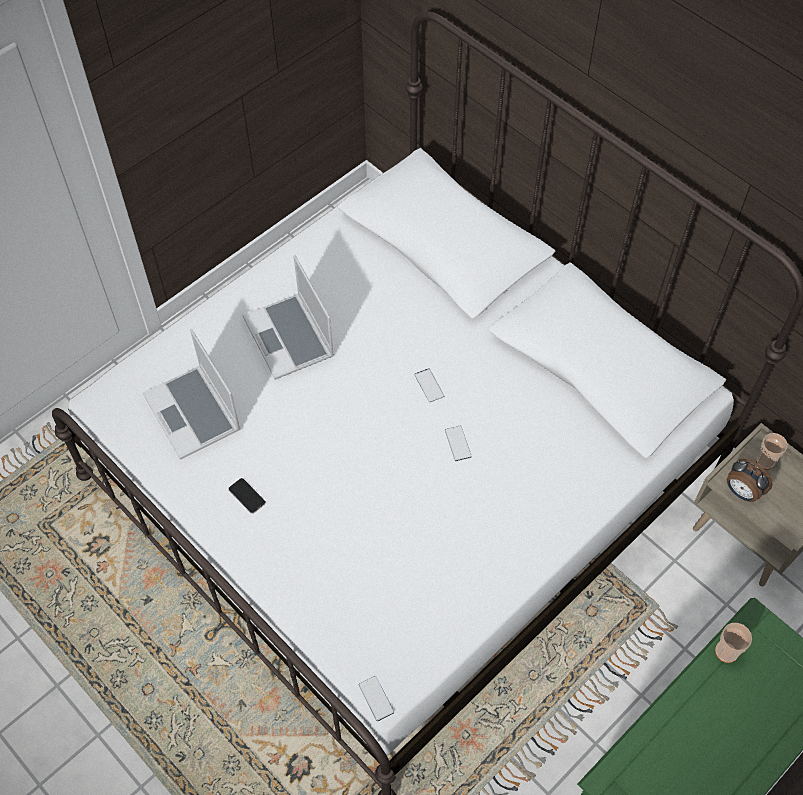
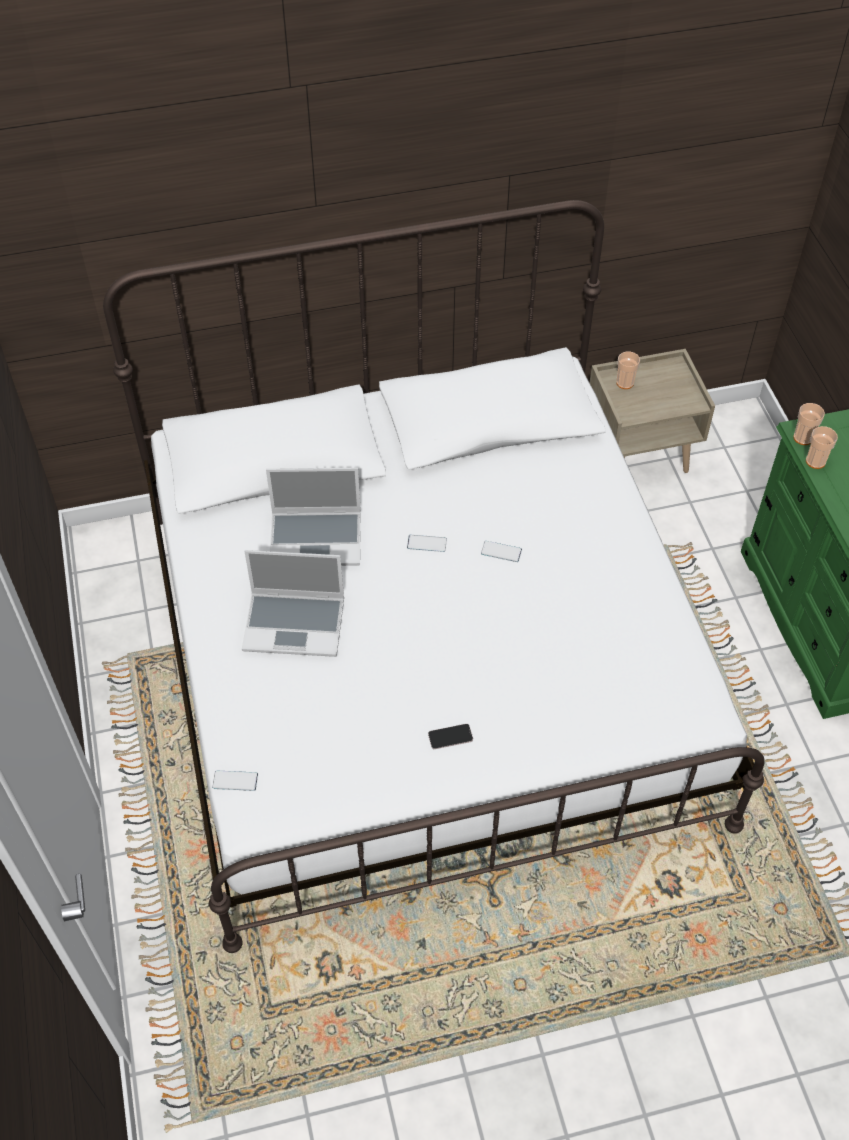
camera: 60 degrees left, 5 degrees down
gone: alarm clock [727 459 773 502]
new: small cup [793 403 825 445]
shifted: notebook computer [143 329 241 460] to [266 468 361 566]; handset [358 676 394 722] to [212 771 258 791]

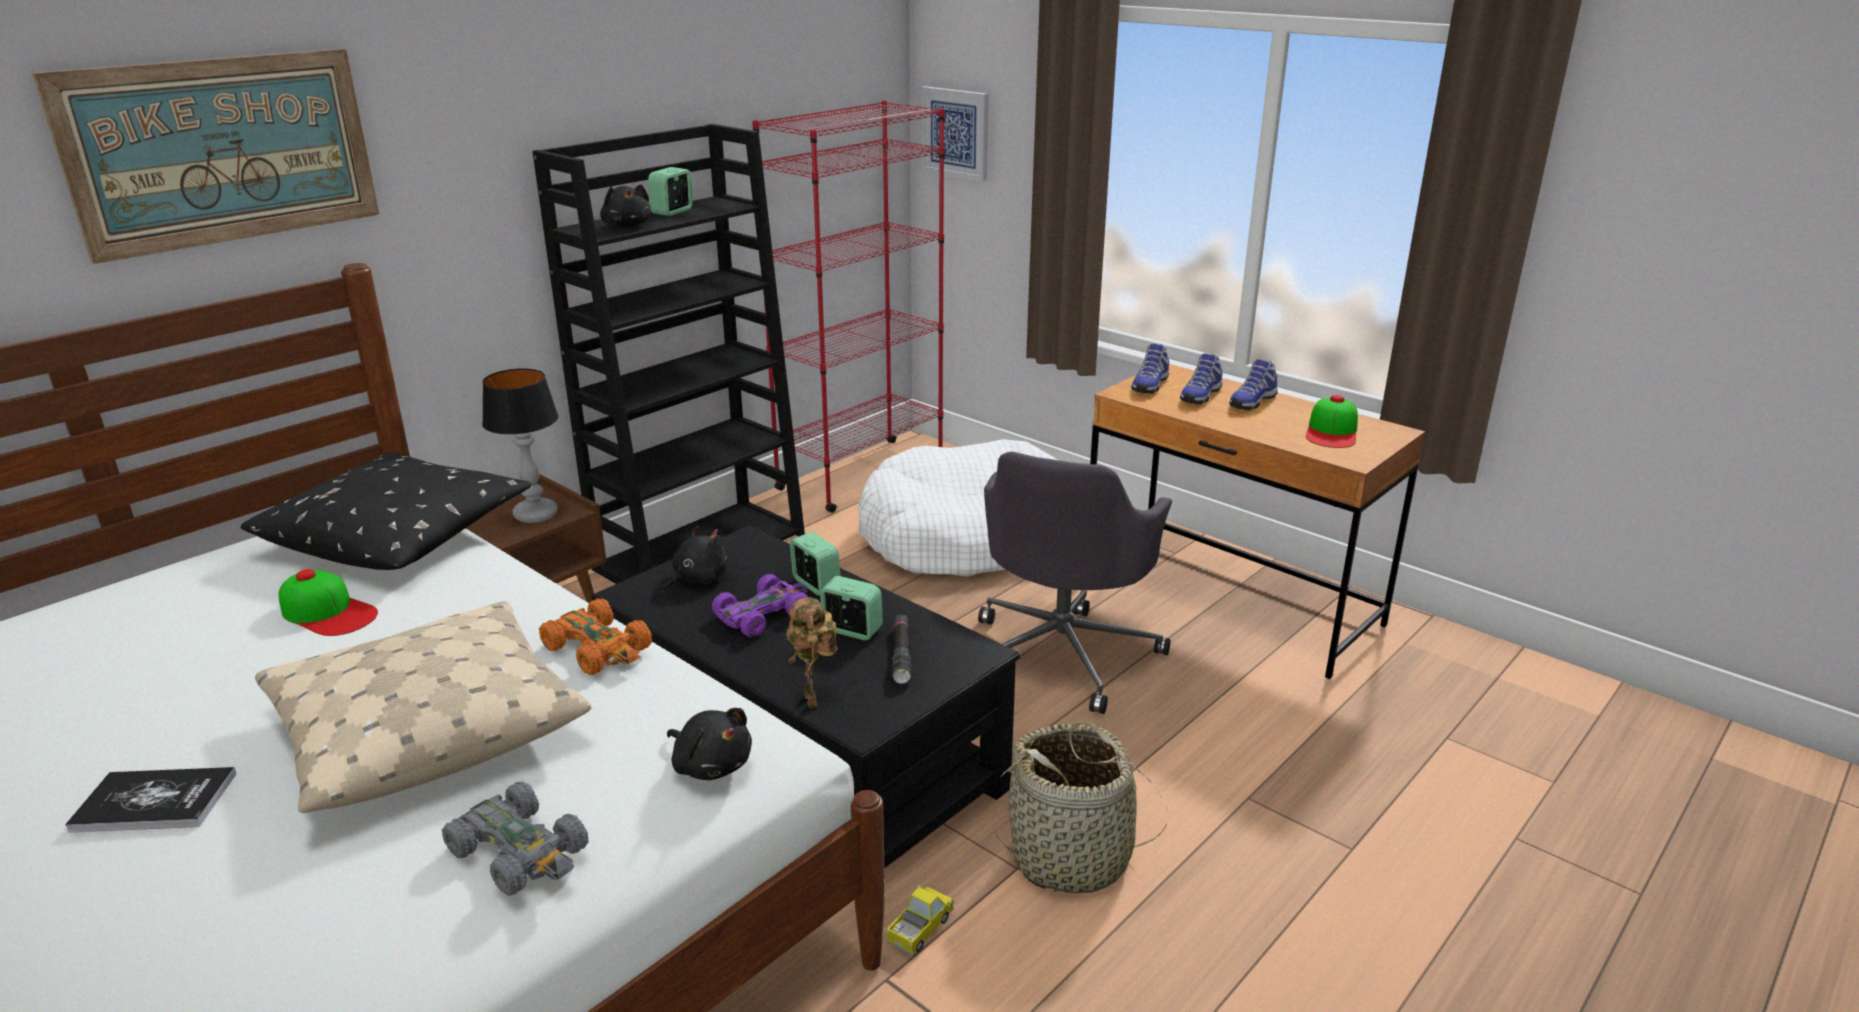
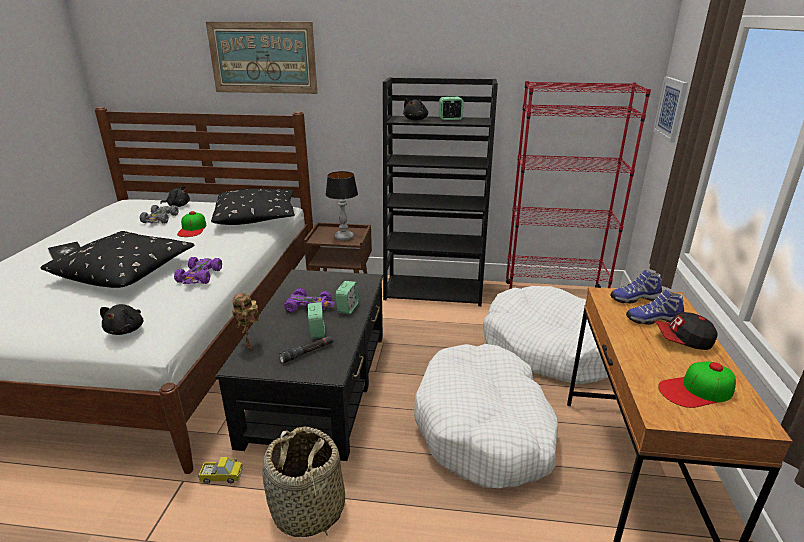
camera: 55 degrees right, 0 degrees up
shifted: gray toy car [442 782 589 896] to [140 205 178 223]; black-coloured cuddly toy [662 526 727 593] to [160 186 190 207]
swapped: gray desk chair [978 452 1172 714] to white pet bed [414 344 558 488]; low shoe [1229 359 1278 411] to peaked cap [654 312 717 350]
repainted: beige pillow [255 601 591 813] to black-coloured pillow [40 231 194 288]; orangey toy car [539 598 652 675] to purplish toy car [174 257 222 284]
rotated: model robot [786 597 838 708] = [232 293 260 350] 60 degrees counterclockwise

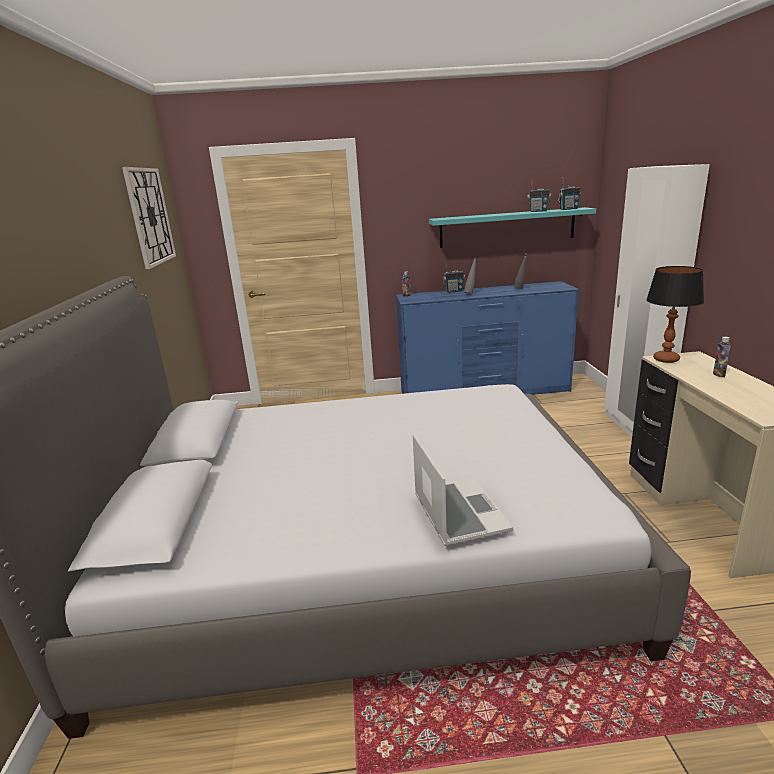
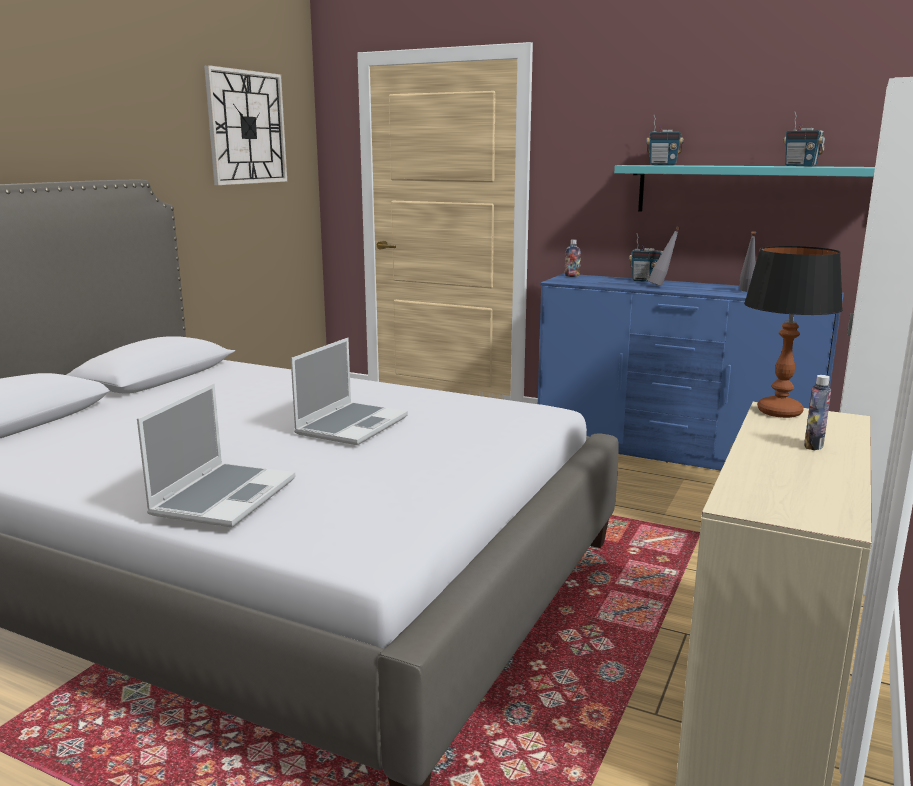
camera: 30 degrees right, 5 degrees down
new: notebook computer [291 338 408 445]
shifted: radio set [557 177 581 210] to [646 114 684 165]

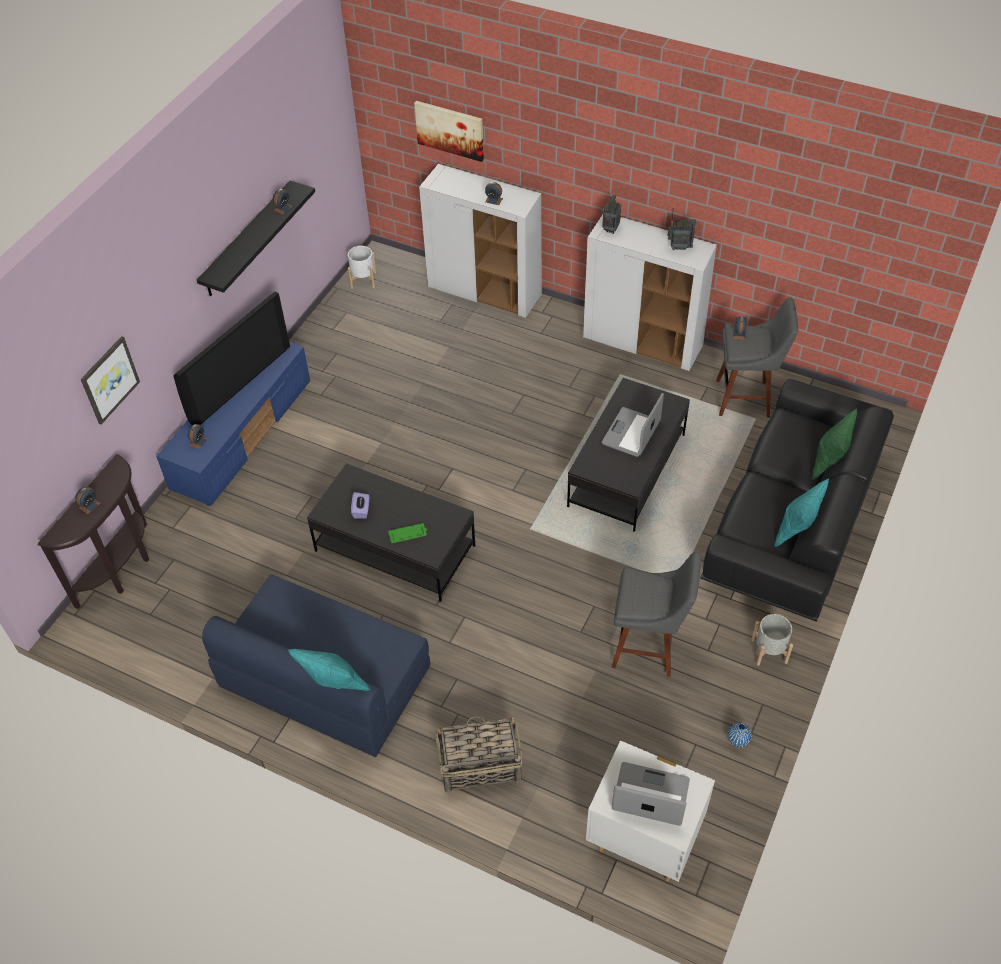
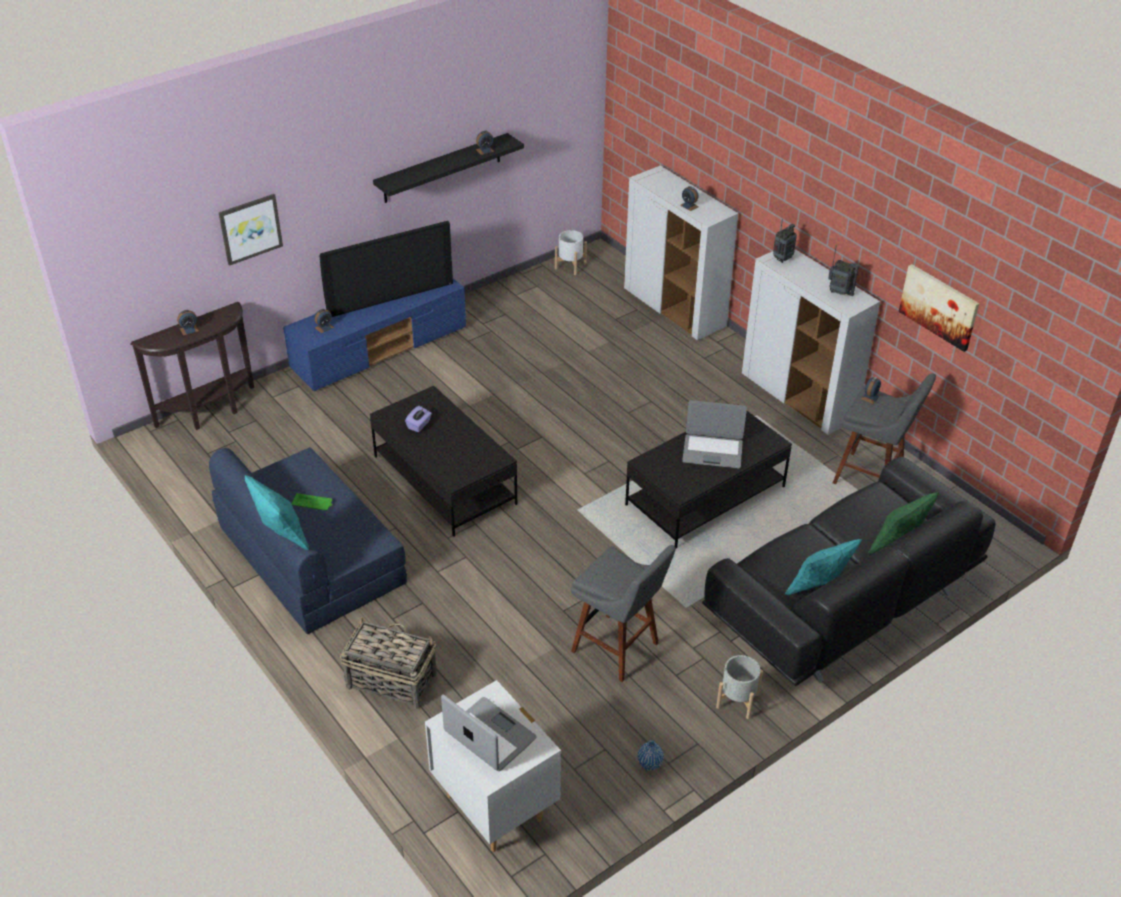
camera: 25 degrees right, 10 degrees down
shifted: greenish tray [388 523 427 543] to [292 493 332 510]; wall picture [414 101 484 162] to [899 264 979 352]
rotated: notebook computer [602 393 664 457] = [682 400 747 468] 135 degrees counterclockwise

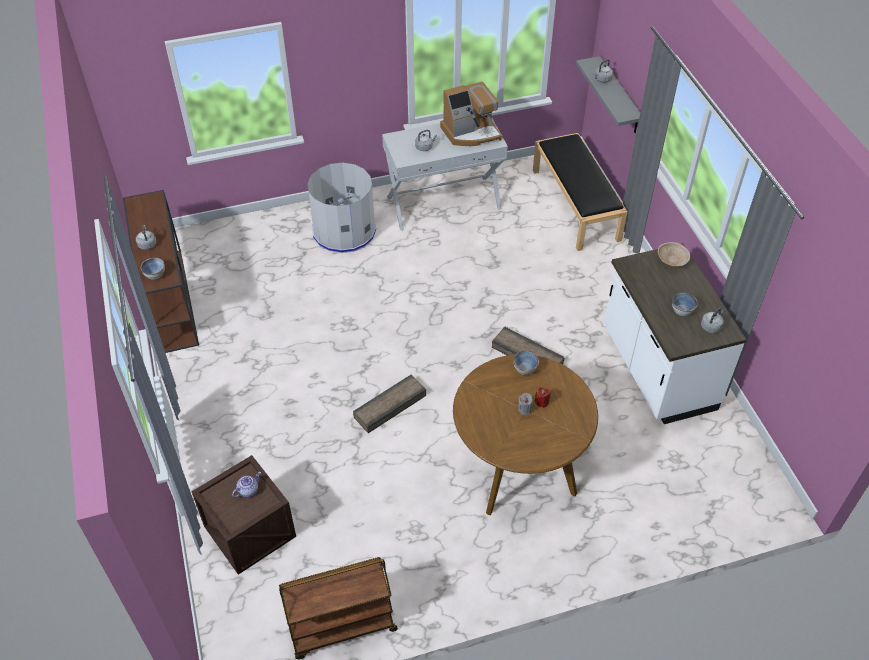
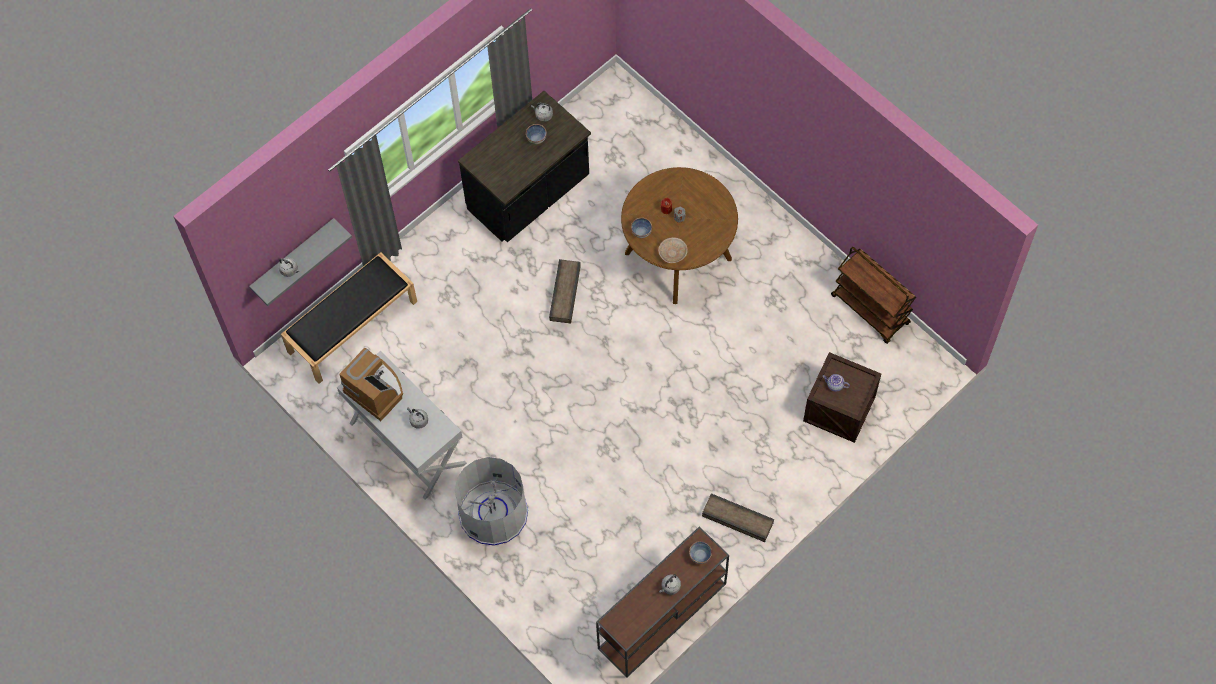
camera: 115 degrees left, 15 degrees up
shifted: crate [353 374 426 433] to [702 493 774 542]; beige bowl [658 242 690 266] to [658 237 688 263]
repainted: white counter [604 243 747 424] to black-coloured counter [458 91 591 242]

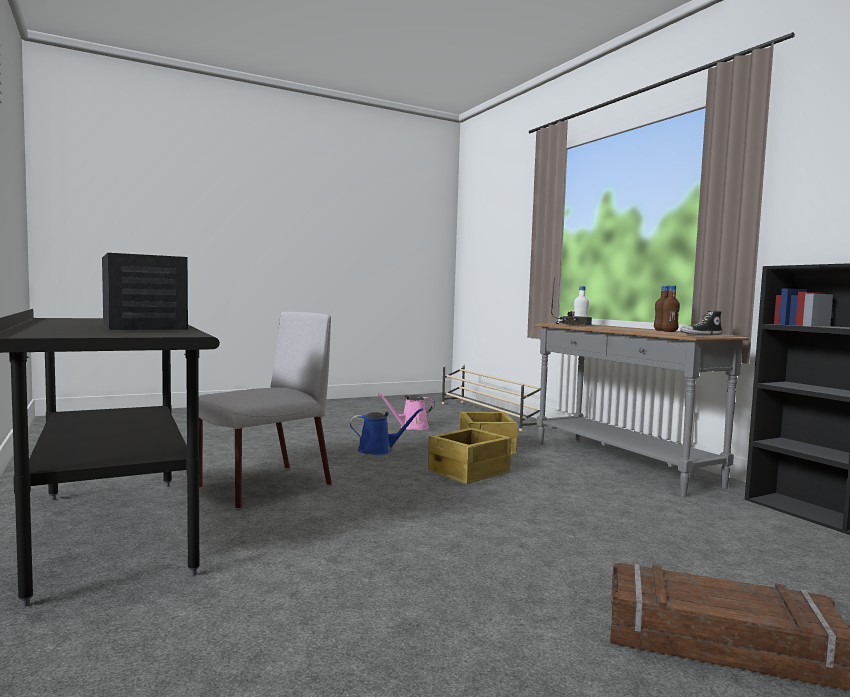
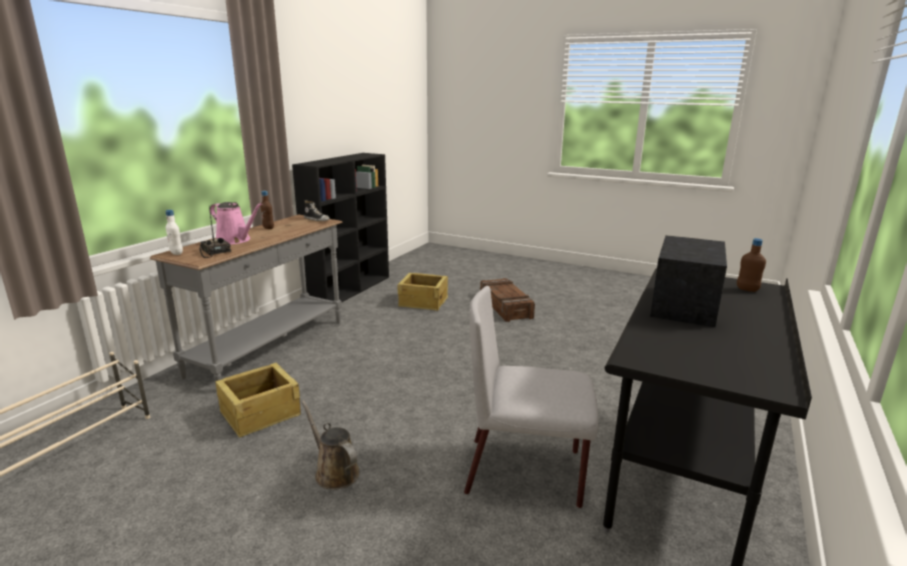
camera: 125 degrees left, 15 degrees up
shifted: pink watering can [377 393 435 430] to [210 202 263 244]; crate [428 428 511 484] to [398 273 448 311]; brownish bottle [661 285 680 332] to [737 238 766 292]
repainted: blue-coloured watering can [350 408 423 455] to brownish watering can [301 400 359 490]

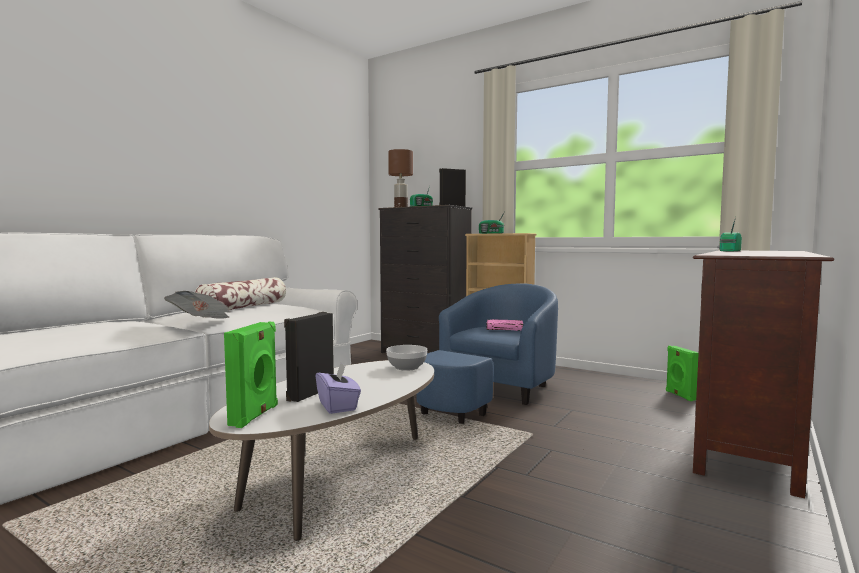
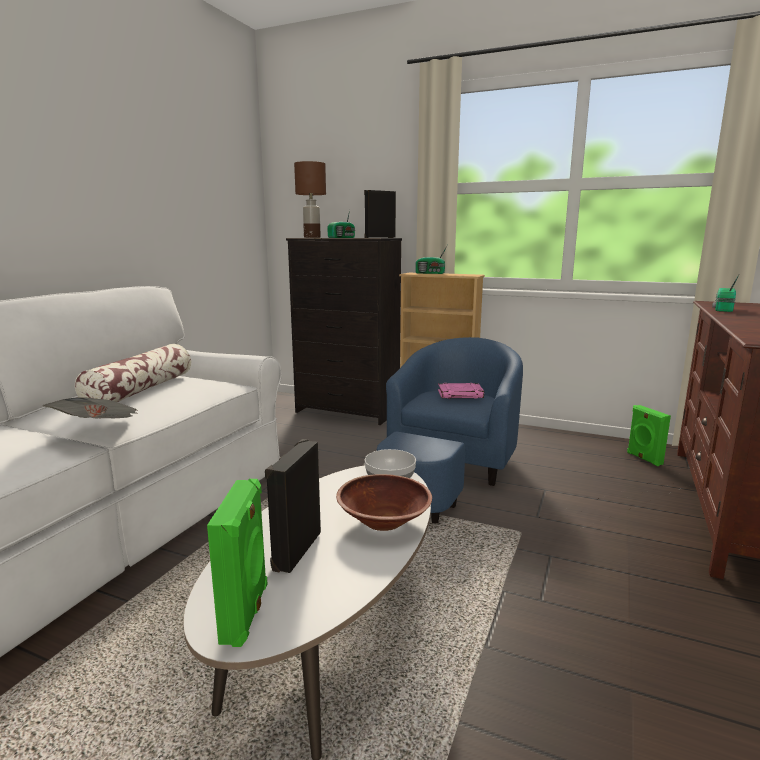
camera: 10 degrees left, 10 degrees up
gone: purplish tissue box [316 363 361 414]
new: brownish bowl [336 474 432 531]

